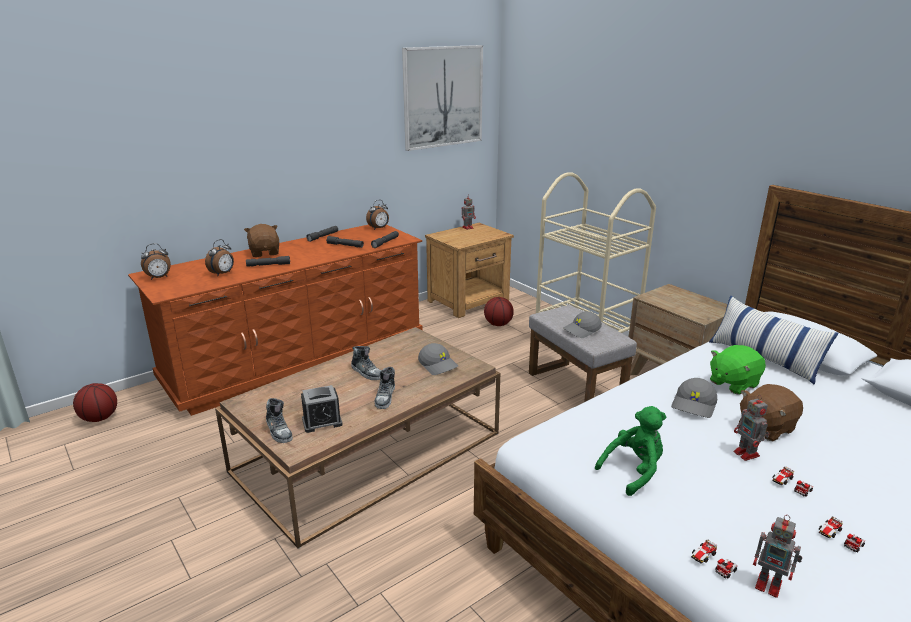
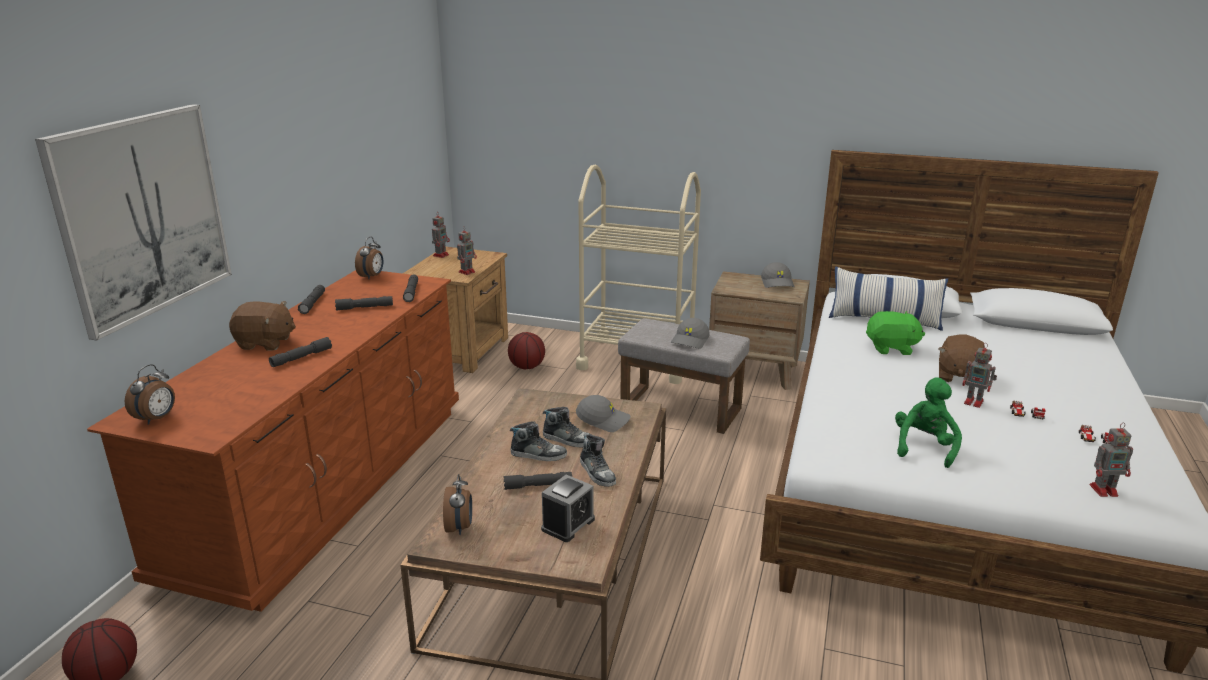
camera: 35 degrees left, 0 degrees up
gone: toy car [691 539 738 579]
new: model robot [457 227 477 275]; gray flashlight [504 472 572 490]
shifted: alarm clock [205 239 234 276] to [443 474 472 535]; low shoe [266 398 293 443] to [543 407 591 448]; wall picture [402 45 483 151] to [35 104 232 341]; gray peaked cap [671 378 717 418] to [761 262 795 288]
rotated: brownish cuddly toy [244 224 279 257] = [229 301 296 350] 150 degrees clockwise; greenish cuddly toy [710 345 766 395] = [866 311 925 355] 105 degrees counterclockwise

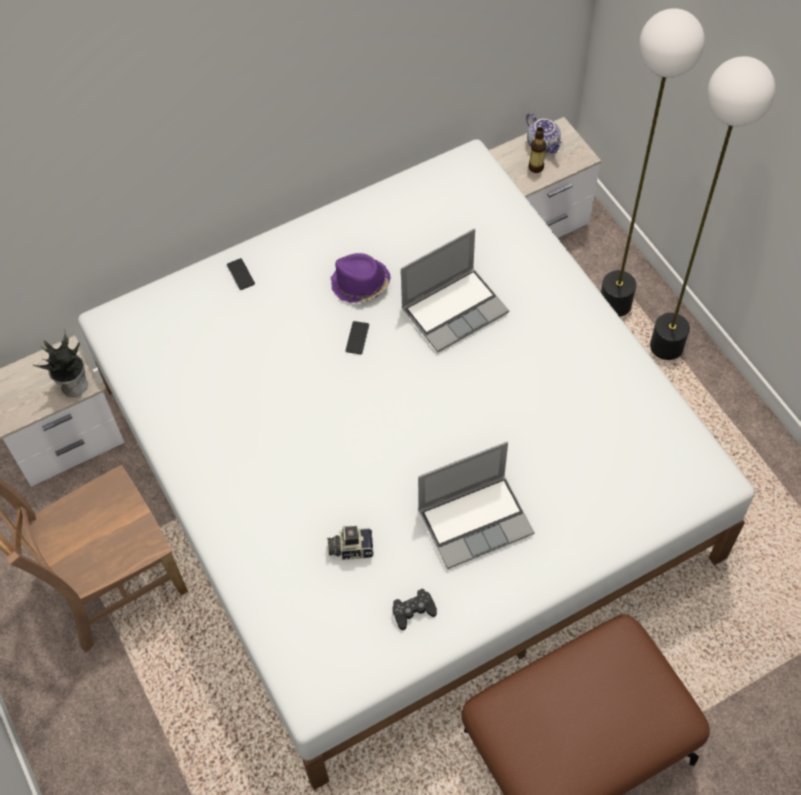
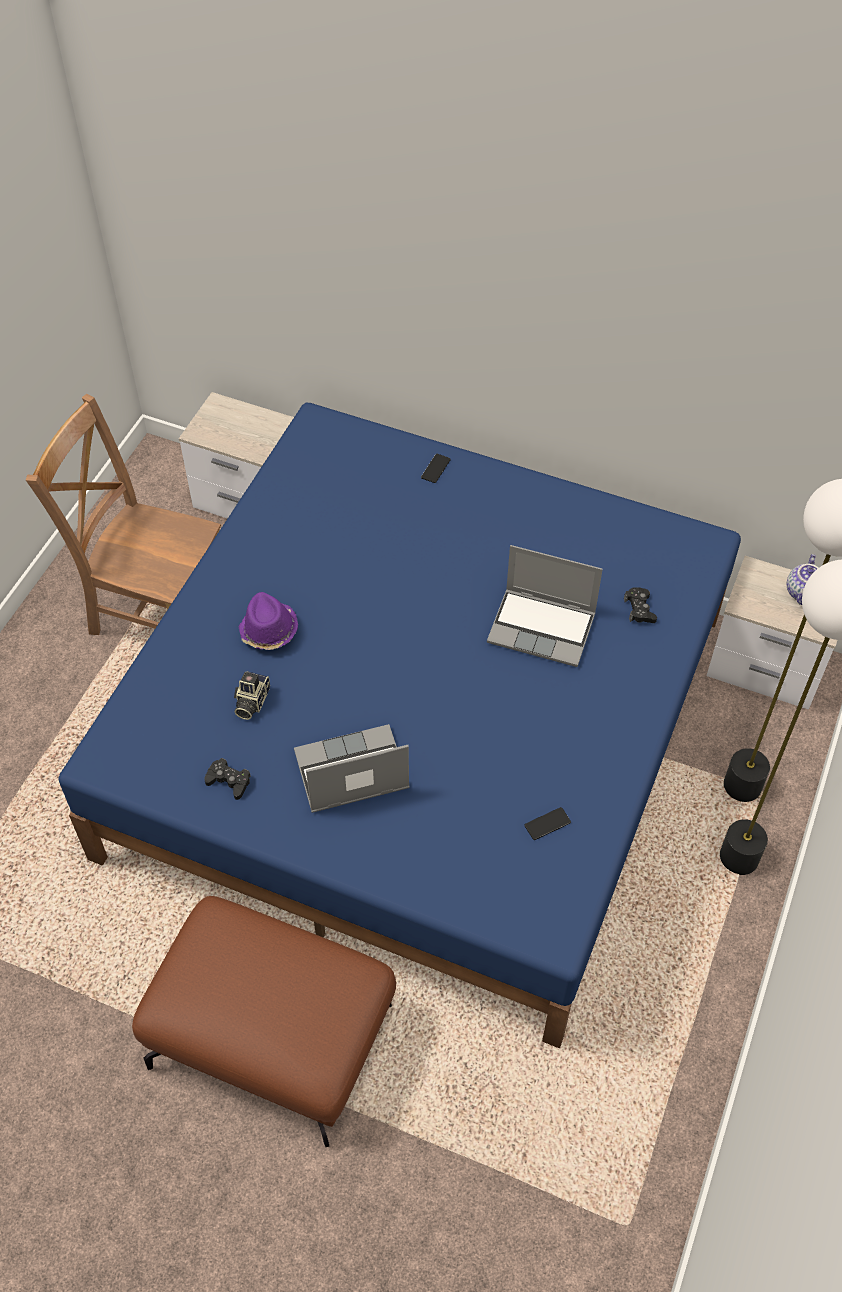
camera: 50 degrees right, 5 degrees down
gone: houseplant [32 331 88 397]; bottle [528 127 546 173]
new: black-coloured joypad [624 587 657 623]
shifted: purplish wearable hat [331 253 391 303] to [238 592 298 650]; handset [346 321 369 354] to [524 807 571 840]
repainted: white sleeping bed [78 139 755 790] to blue-coloured sleeping bed [58 403 741 1049]
rotated: still camera [327 526 374 560] = [234 671 270 720] 120 degrees counterclockwise; notebook computer [418 442 535 569] = [294 724 410 813] 135 degrees clockwise

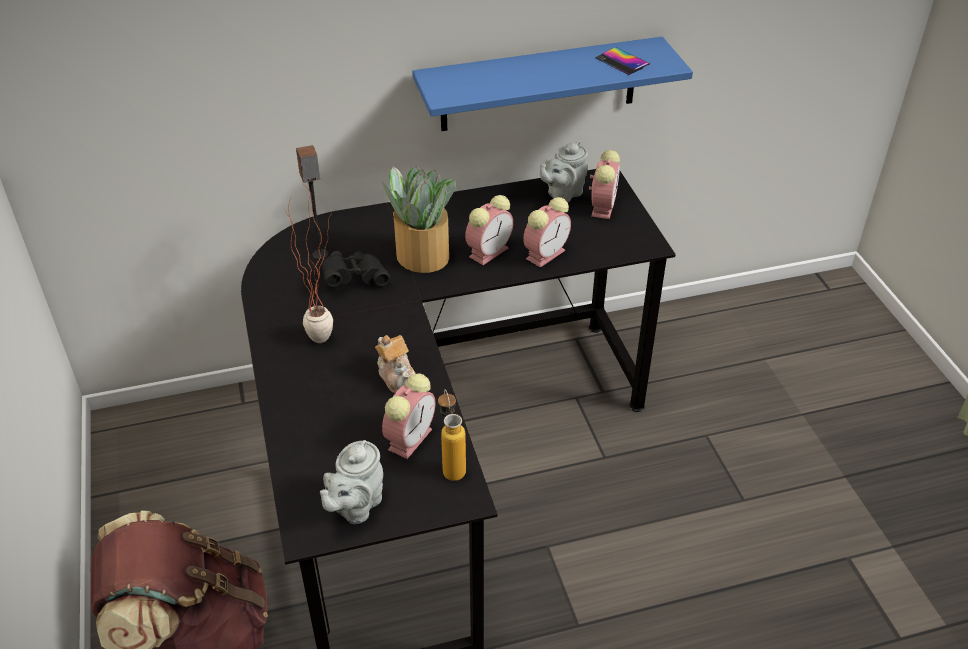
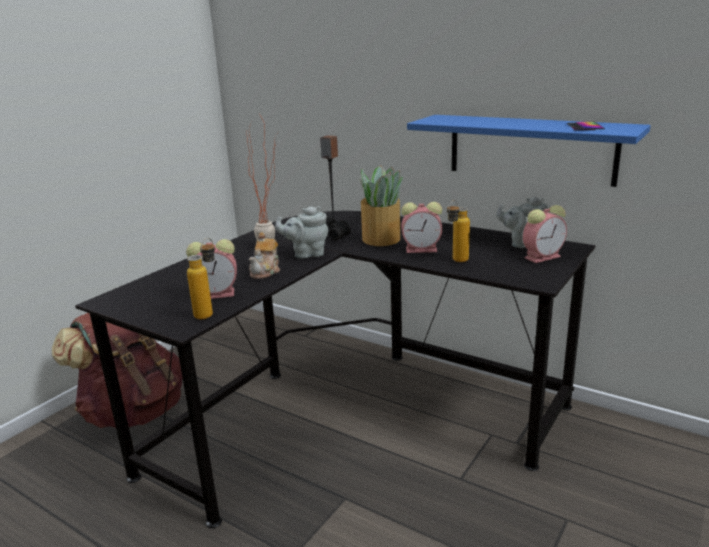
camera: 50 degrees right, 20 degrees down
shifted: gray teapot [320 440 383 524] to [275 206 329 259]
swapped: alarm clock [523 197 571 267] to bottle [447 200 470 262]

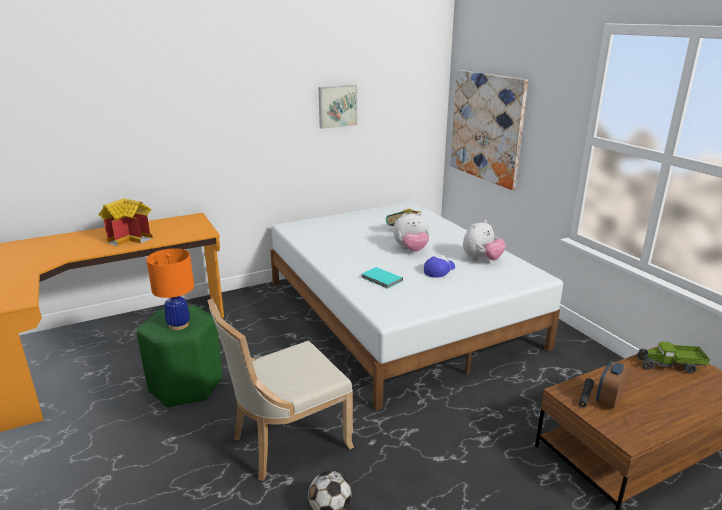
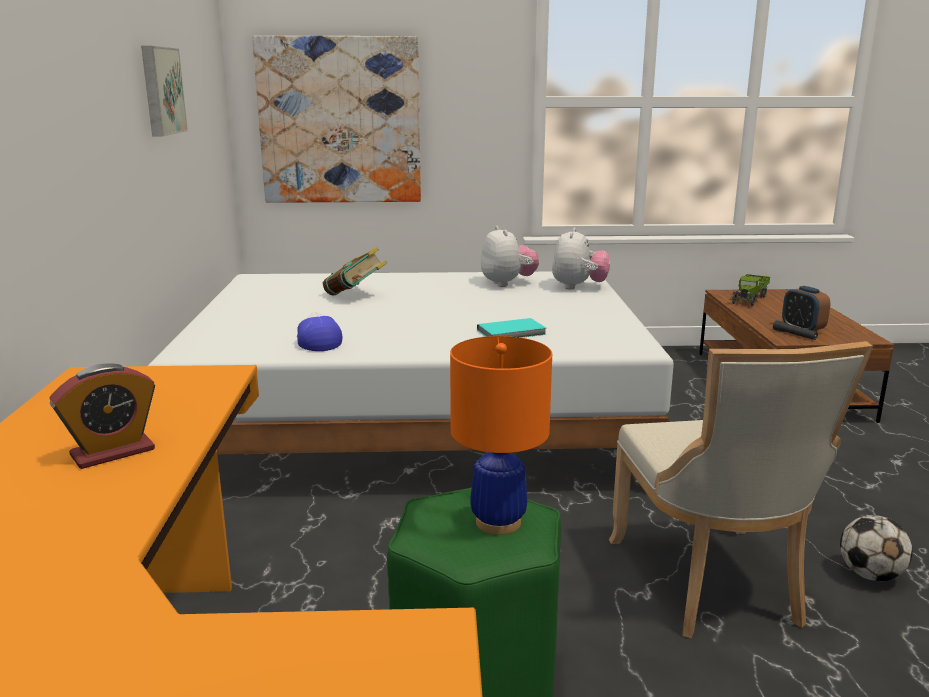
camera: 65 degrees left, 5 degrees down
shifted: cuddly toy [393 212 429 252] to [552 227 610 289]; peaked cap [424 255 455 278] to [297 312 342 351]
swapped: toy house [98 198 153 246] to alarm clock [50 363 155 469]

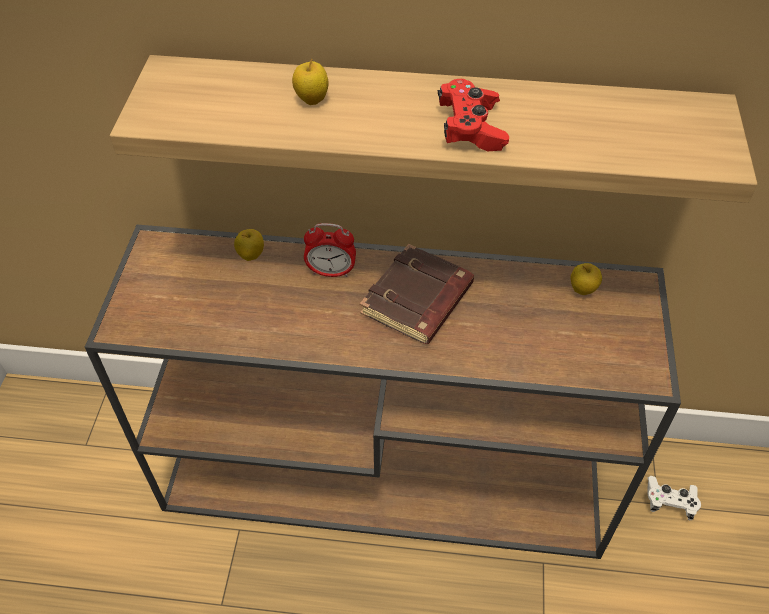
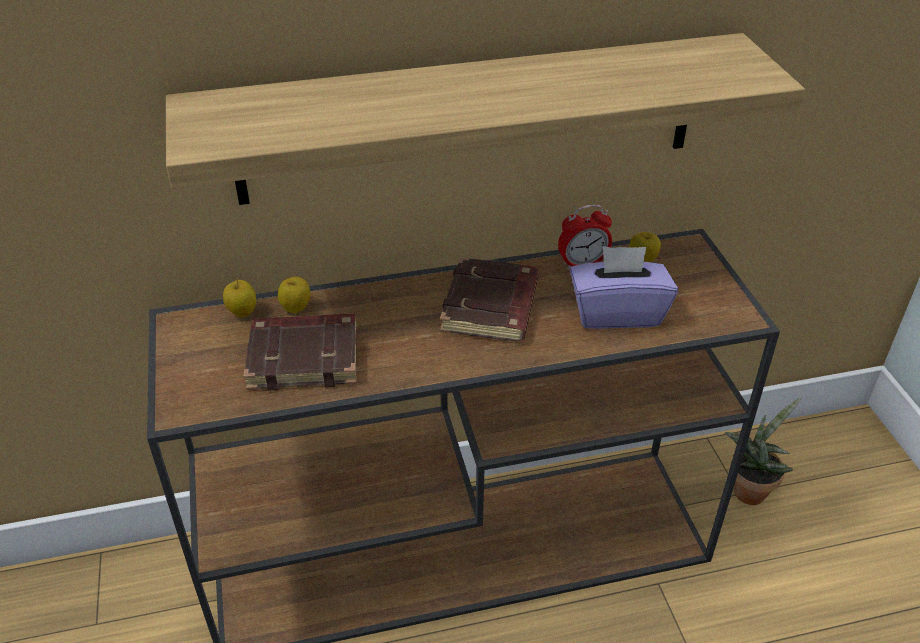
camera: 20 degrees left, 10 degrees down
gone: reddish joypad [438 79 509 151]
new: brownish bound book [244 314 356 391]; purplish tissue box [570 246 678 329]
shifted: whole apple [292 58 328 105] to [223 278 256 318]; alarm clock [304 223 356 277] to [558 204 612 270]
swapped: white joypad [647 476 701 520] to houseplant [724 398 801 505]

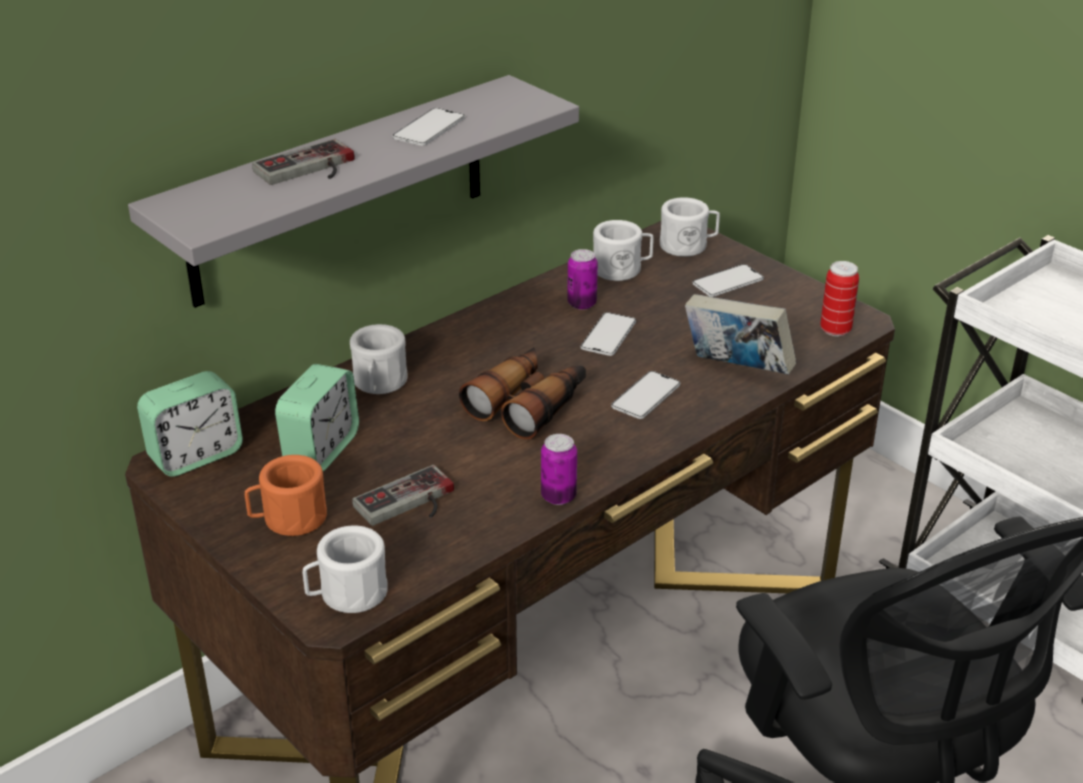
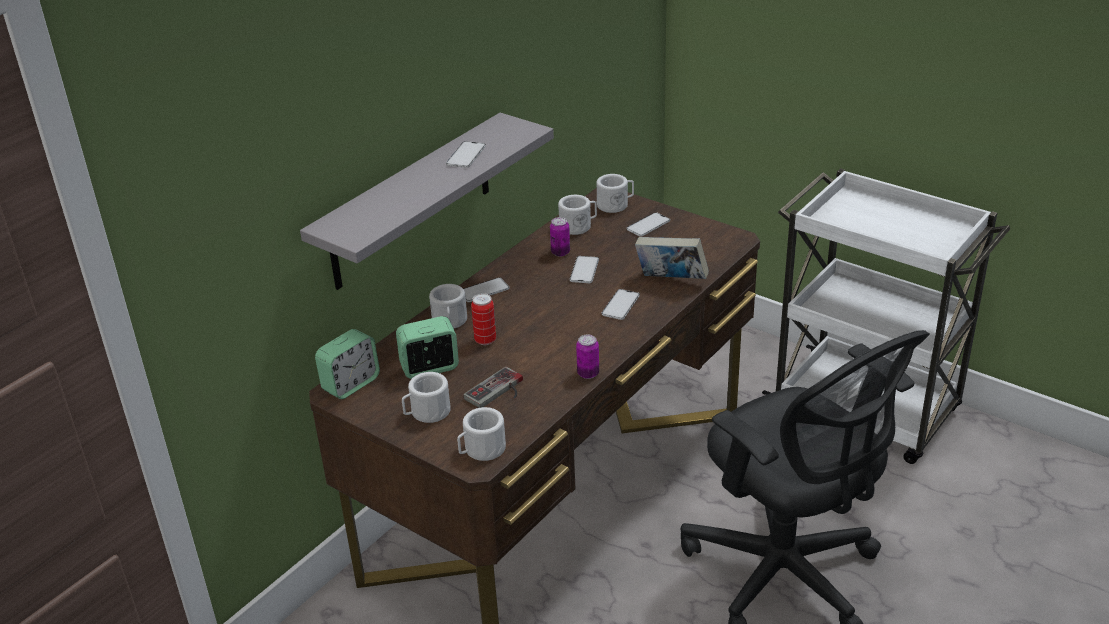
camera: 10 degrees left, 0 degrees up
gone: joypad [252 139 354 185]; pair of binoculars [459 348 586 439]
new: handset [464 277 510 302]
shifted: sealed can [820 261 859 336] to [471 293 496 345]
repainted: orangey coffee mug [245 455 327 536] to white coffee mug [402 372 450 423]
rotated: alarm clock [275 364 359 472] = [396 316 459 379] 120 degrees counterclockwise

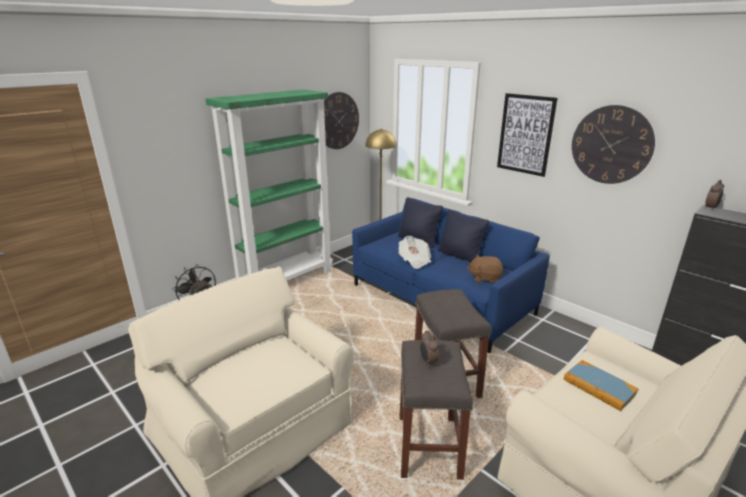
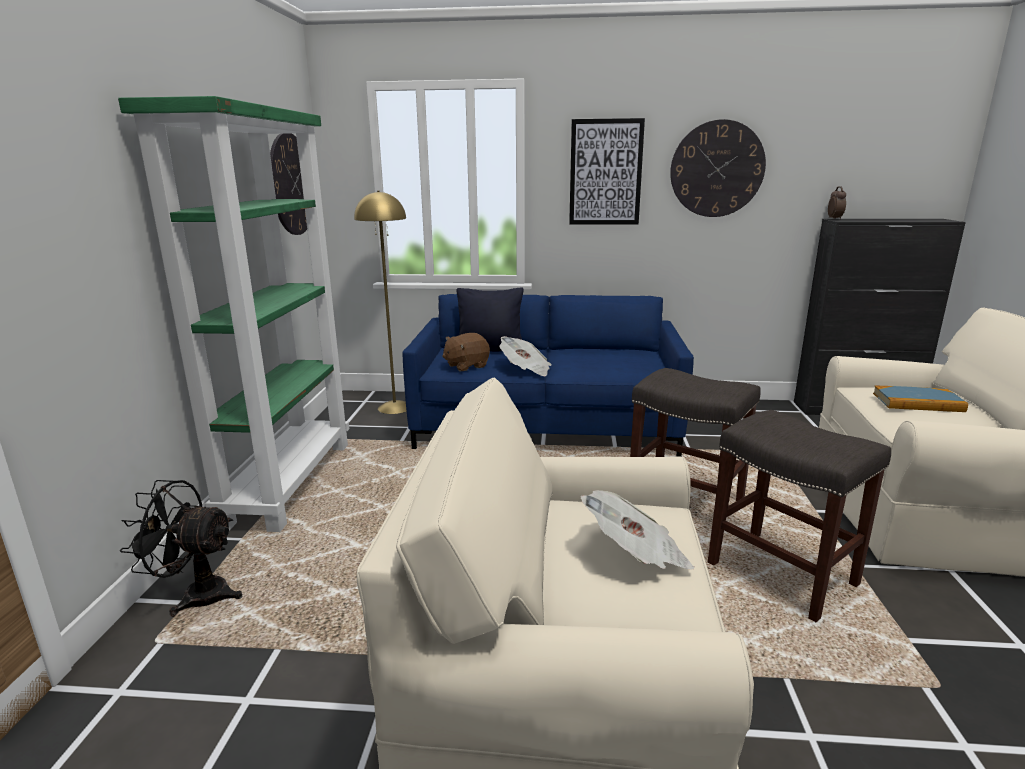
camera: 40 degrees left, 5 degrees down
gone: alarm clock [419 331 439 367]; black-coloured pillow [438 209 489 263]
new: newspaper [581 490 694 569]
shifted: brownish cuddly toy [467 255 503 284] to [442 333 490 372]

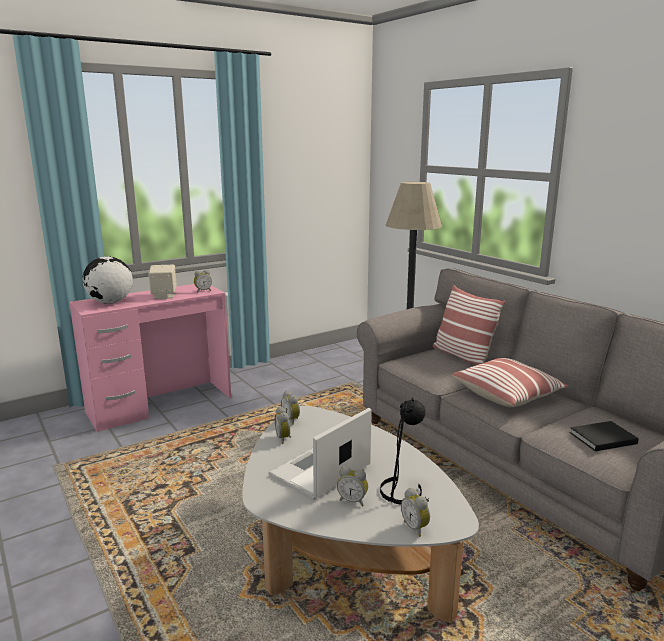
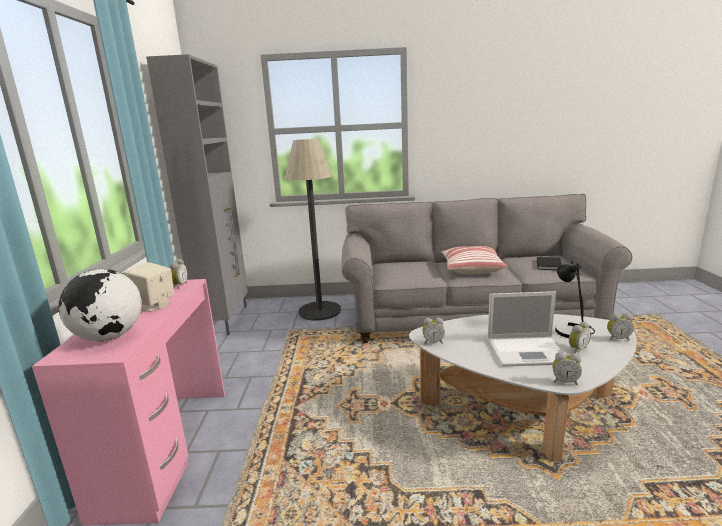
camera: 55 degrees left, 0 degrees up
gone: pillow [433 285 505 365]
new: gray storage cabinet [146 54 248 335]
shifted: alarm clock [275 407 291 444] to [552 352 582 385]
rotated: notebook computer [269 408 372 500] = [488 291 567 367] 75 degrees counterclockwise

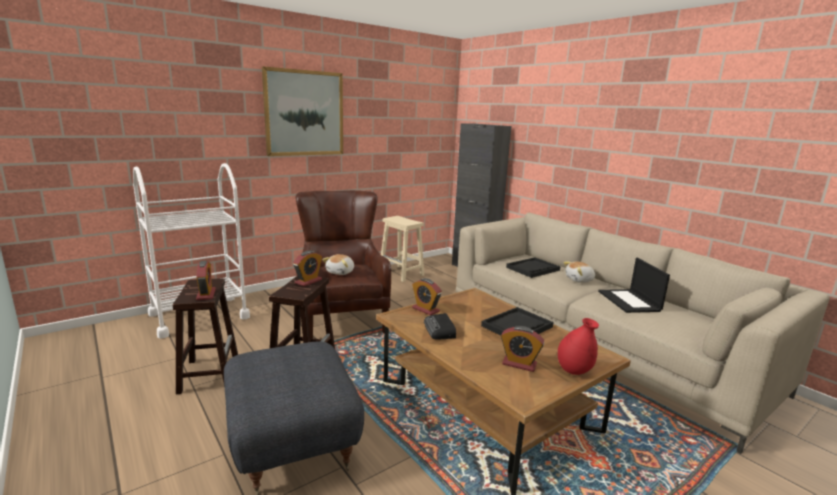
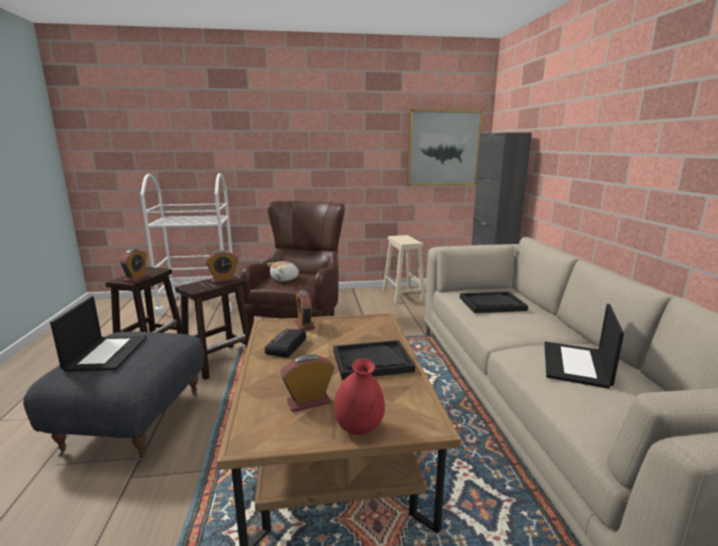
camera: 30 degrees right, 0 degrees up
gone: cuddly toy [563 261 595 283]
new: notebook computer [50 296 147 372]
shifted: wall picture [262 66 343 156] to [407 109 484 187]
rotated: alarm clock [501 326 544 372] = [280 354 334 412] 105 degrees clockwise

